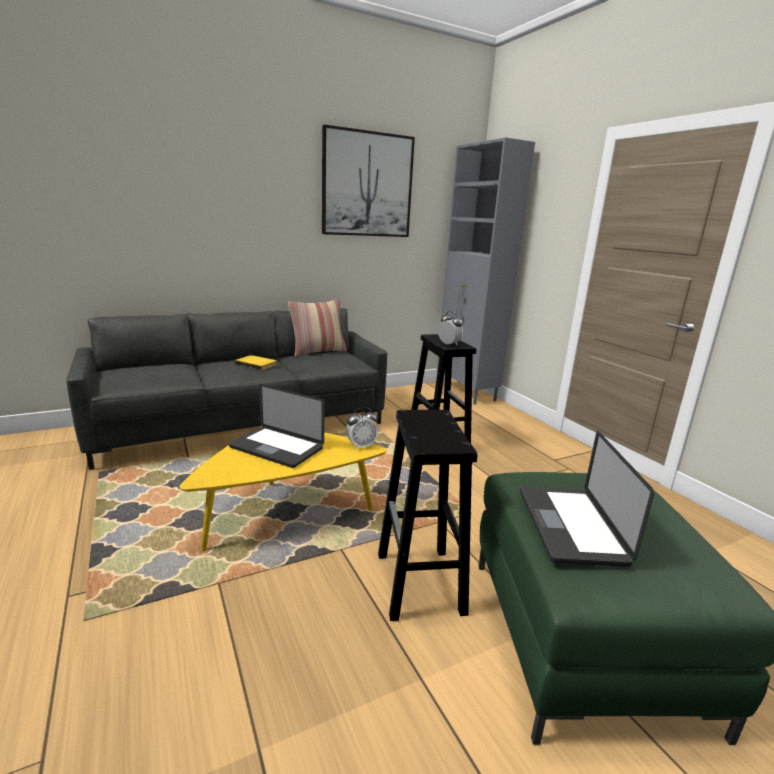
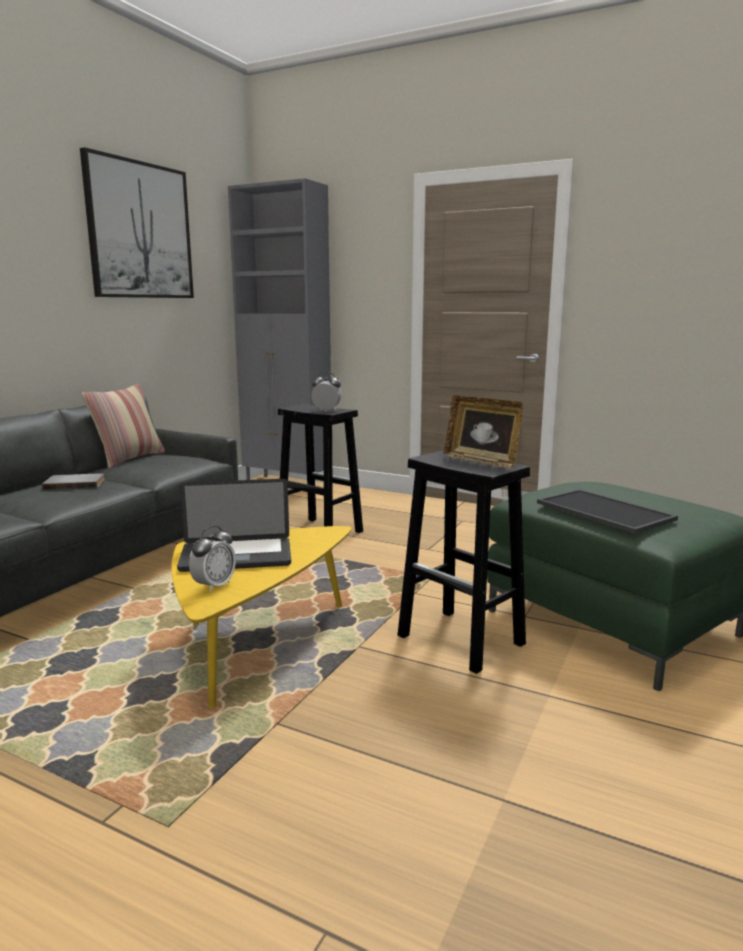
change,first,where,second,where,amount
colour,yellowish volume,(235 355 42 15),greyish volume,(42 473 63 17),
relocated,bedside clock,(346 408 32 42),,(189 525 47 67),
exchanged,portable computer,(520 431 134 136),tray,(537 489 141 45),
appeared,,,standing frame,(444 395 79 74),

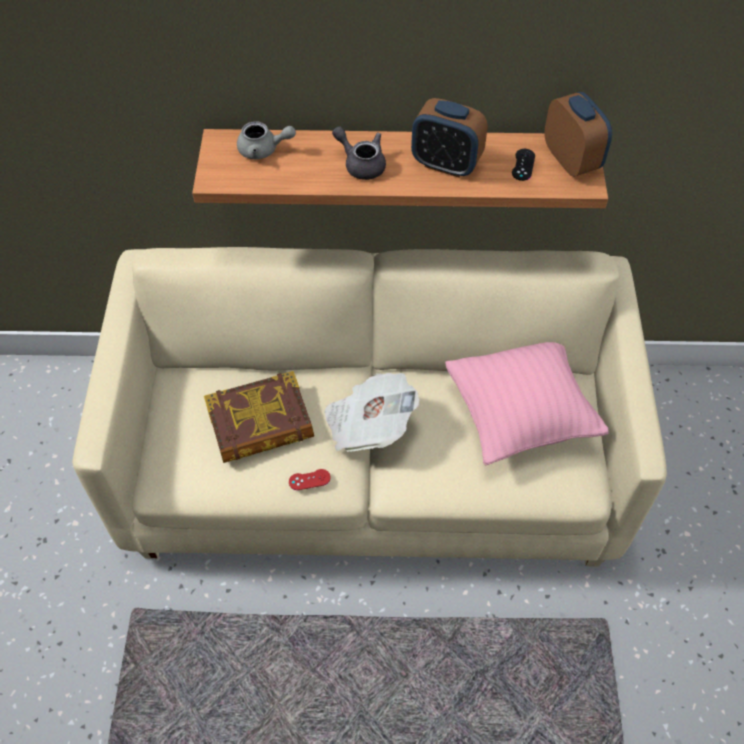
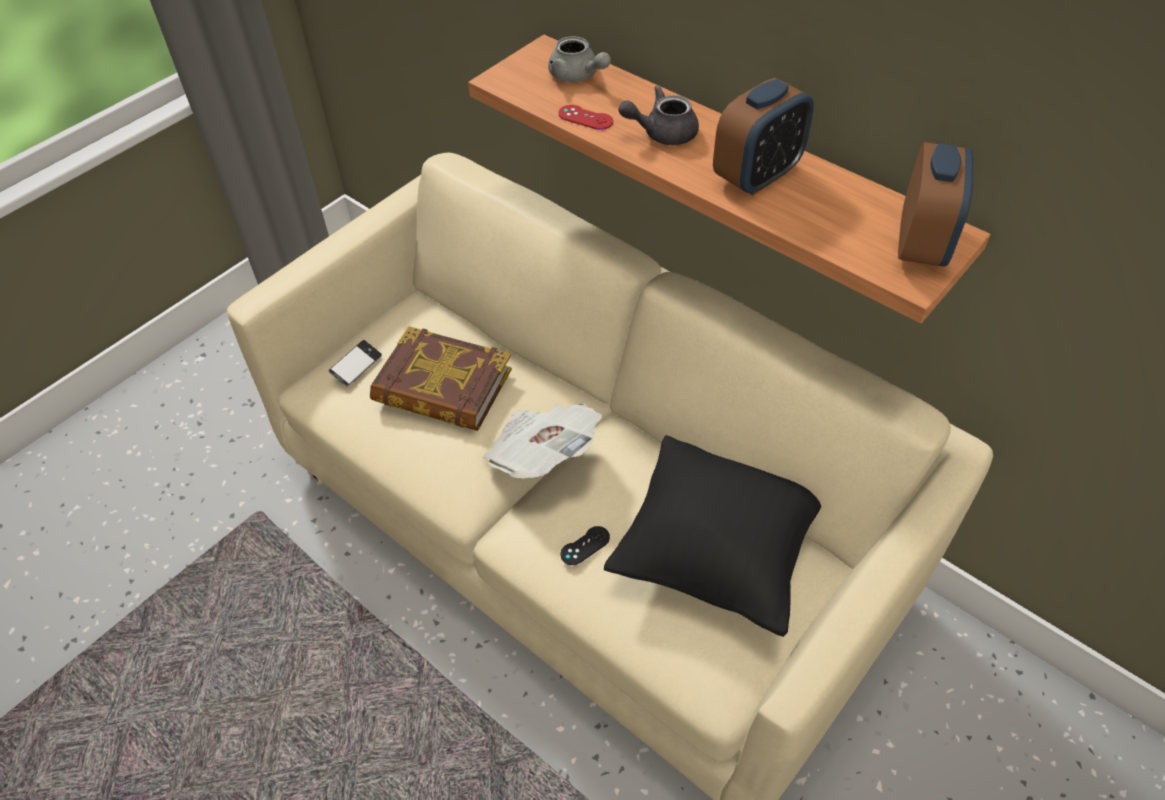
change,first,where,second,where,amount
relocated,red-coloured gamepad,(289 469 42 21),,(558 105 55 25),
spun,greyish pot for tea,(332 126 54 54),,(619 85 80 60),90 degrees counterclockwise
spun,bedside clock,(411 98 77 79),,(713 77 101 119),105 degrees counterclockwise
colour,pink-coloured cushion,(445 342 163 123),blackish cushion,(604 435 217 202),
relocated,blackish gamepad,(512 149 23 32),,(561 526 49 39),
appeared,,,phone,(329 340 53 46),

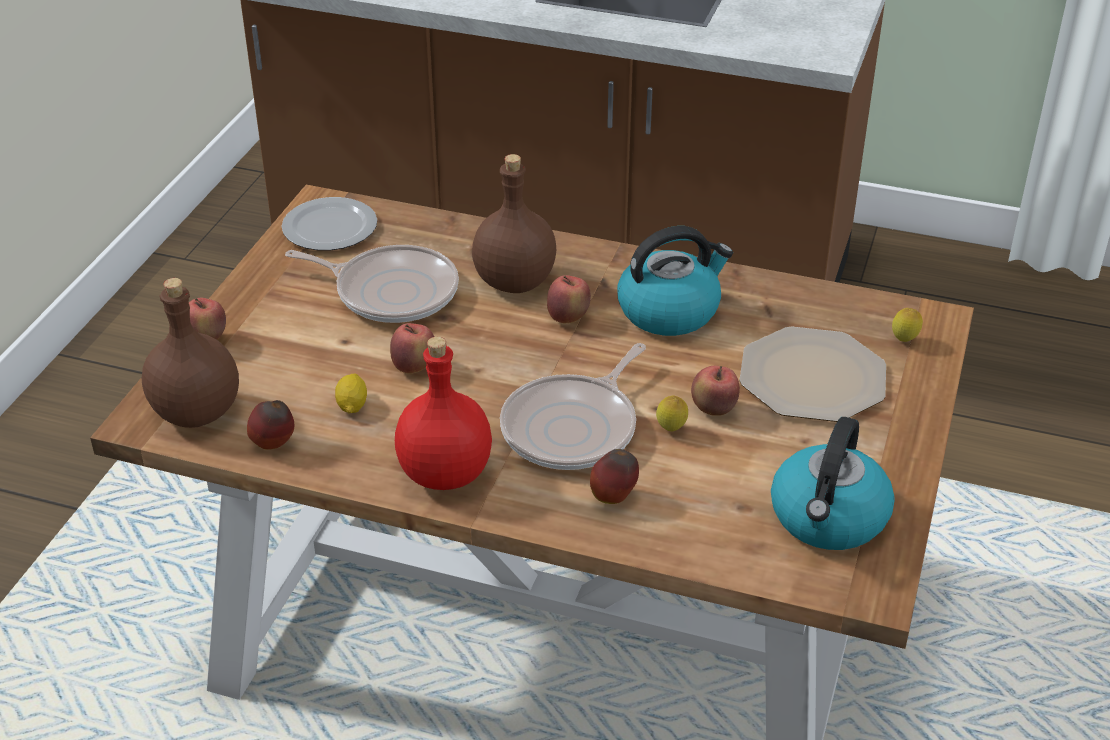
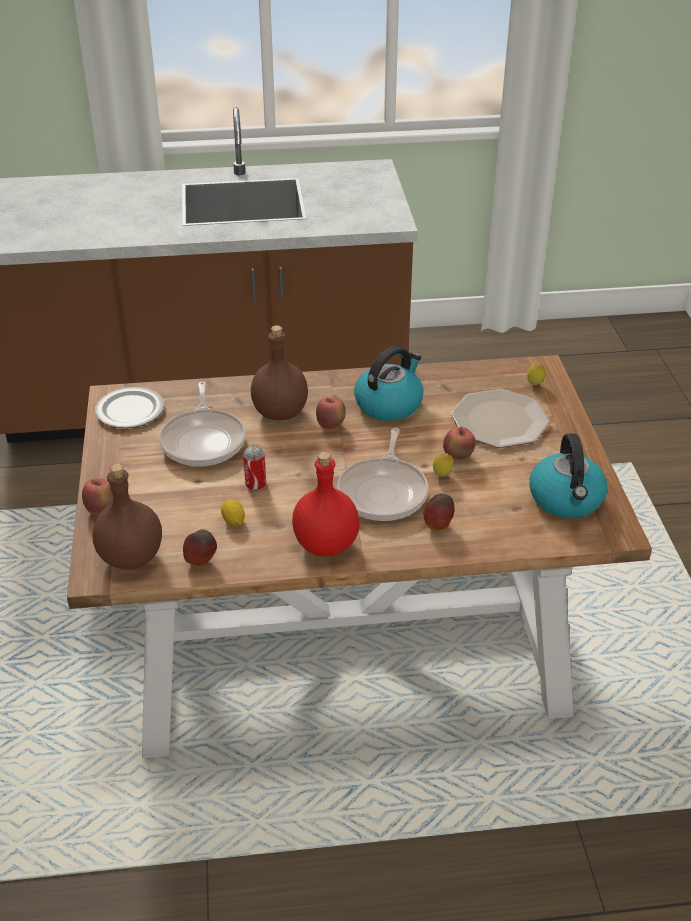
change,first,where,second,where,amount
spun,frying pan,(285 245 174 78),,(159 382 87 84),90 degrees clockwise
exchanged,apple,(390 323 44 50),can,(243 446 23 45),

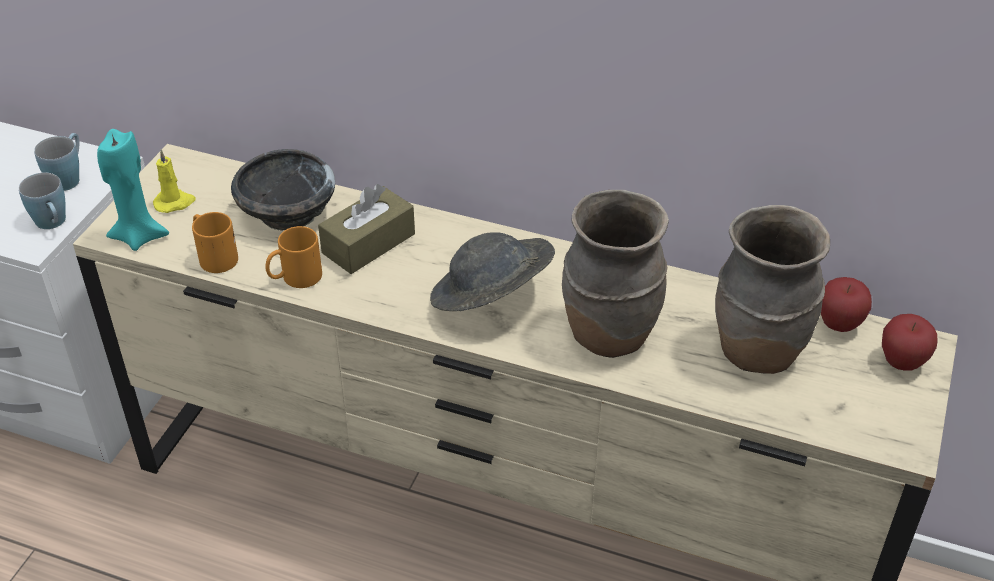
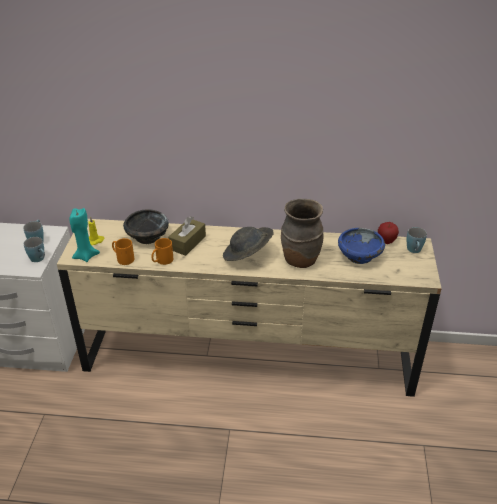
change,first,where,second,where,amount
exchanged,brownish flower vase,(715 205 115 169),blue-coloured deep dish,(338 228 47 36),
exchanged,apple,(882 314 56 57),blue-coloured coffee mug,(406 227 21 26),

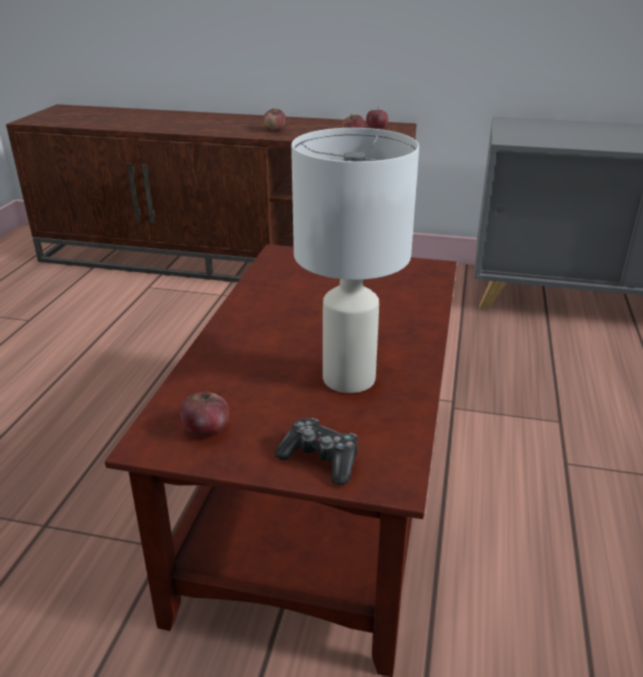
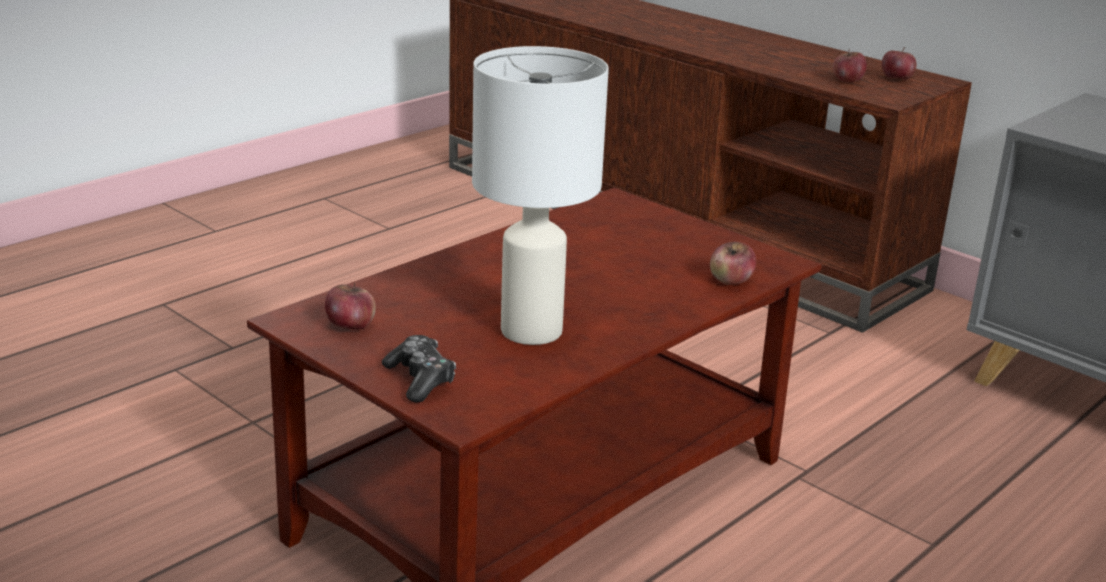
change,first,where,second,where,amount
relocated,apple,(263 108 23 23),,(710 242 46 43),

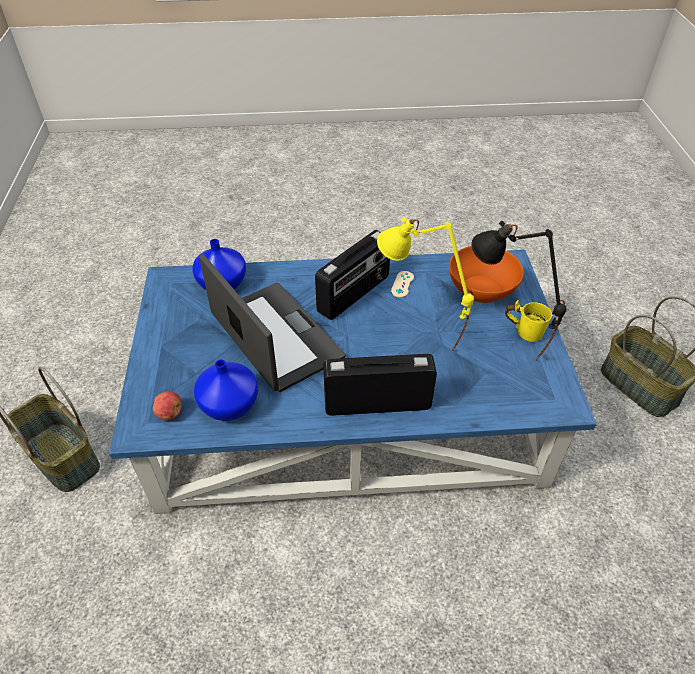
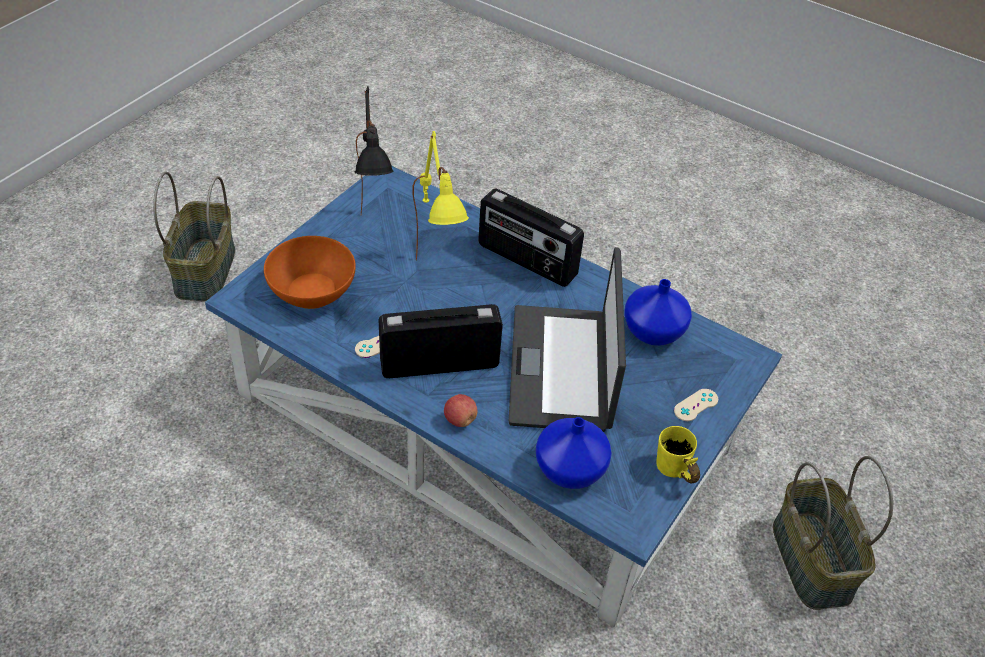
change,first,where,second,where,amount
relocated,apple,(153 392 29 28),,(444 394 33 33),
relocated,yellowish coffee mug,(505 300 47 42),,(656 426 44 57),
appeared,,,beige gamepad,(674 389 44 32),

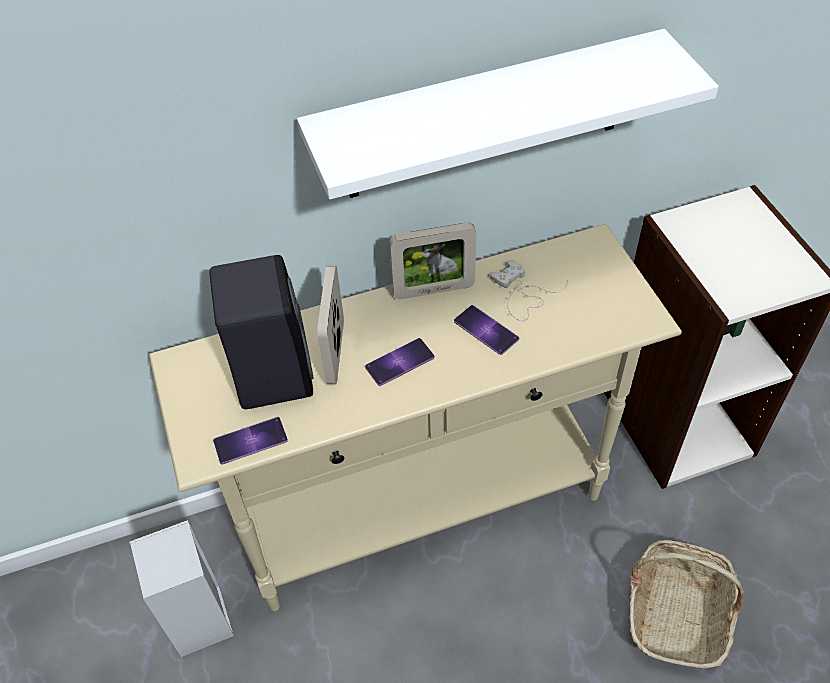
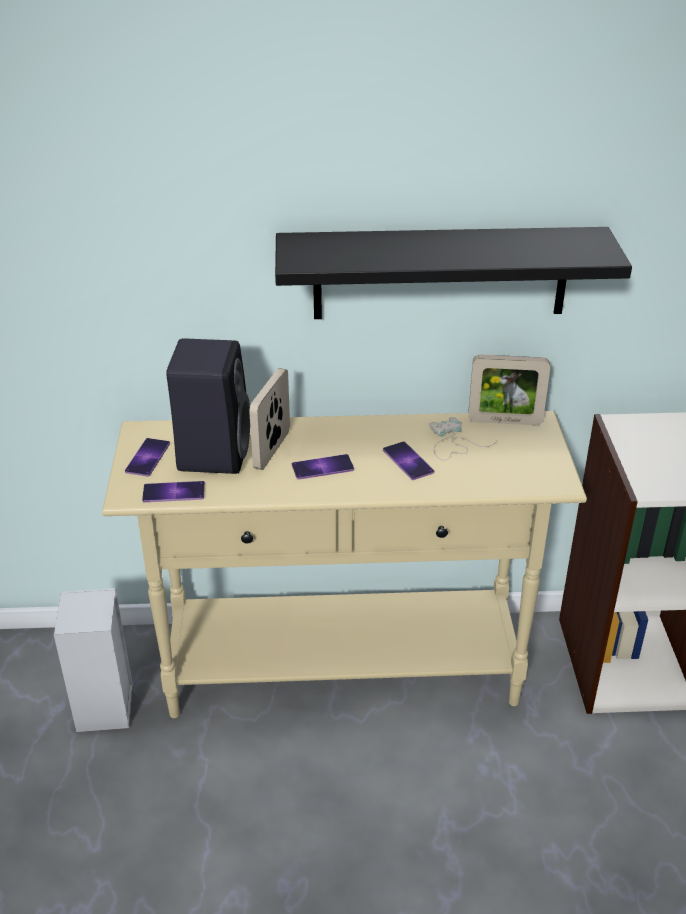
change,first,where,second,where,amount
colour,whitish shelf,(297 29 422 170),blackish shelf,(275 227 357 92),
relocated,standing frame,(389 222 87 77),,(468 354 82 71),
missing,household basket,(630 540 114 129),,,
appeared,,,phone,(125 438 45 38),

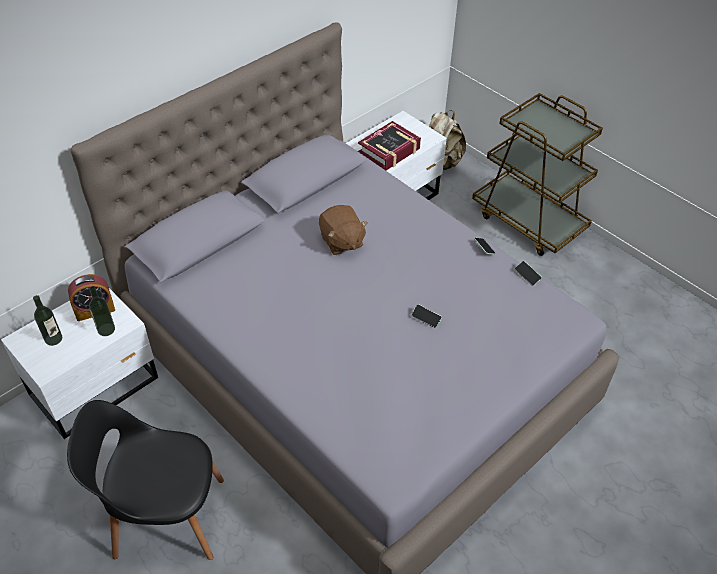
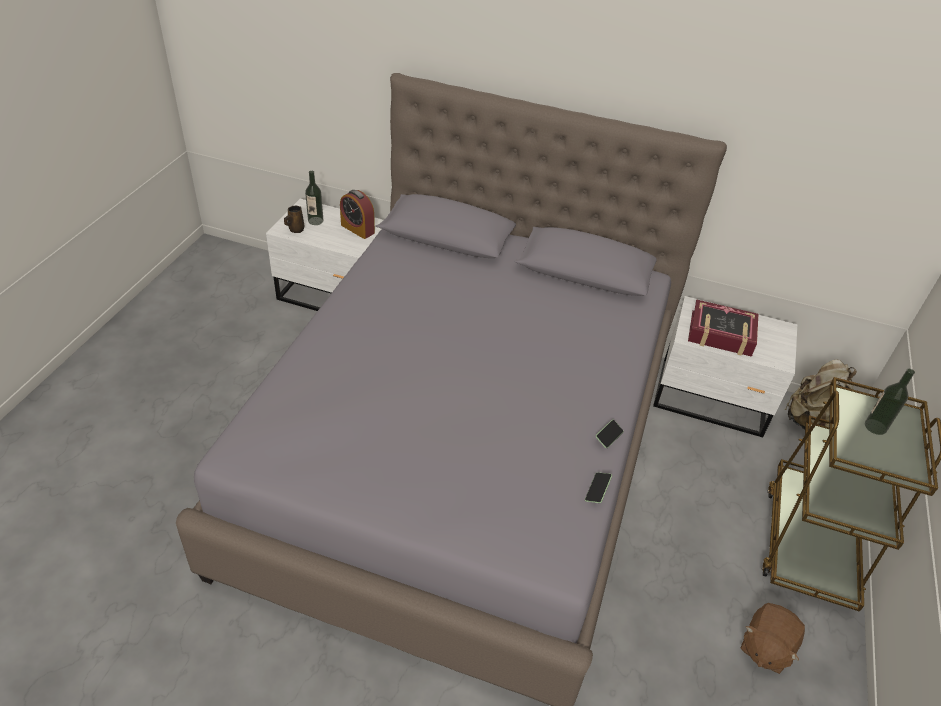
change,first,where,second,where,amount
missing,blackish plain chair,(67 400 157 160),,,
relocated,bottle,(89 286 26 50),,(865 369 50 66),
relocated,brownish soft toy,(319 205 49 50),,(740 603 65 71),
missing,phone,(411 304 31 24),,,
appeared,,,brownish coffee mug,(284 206 20 27),

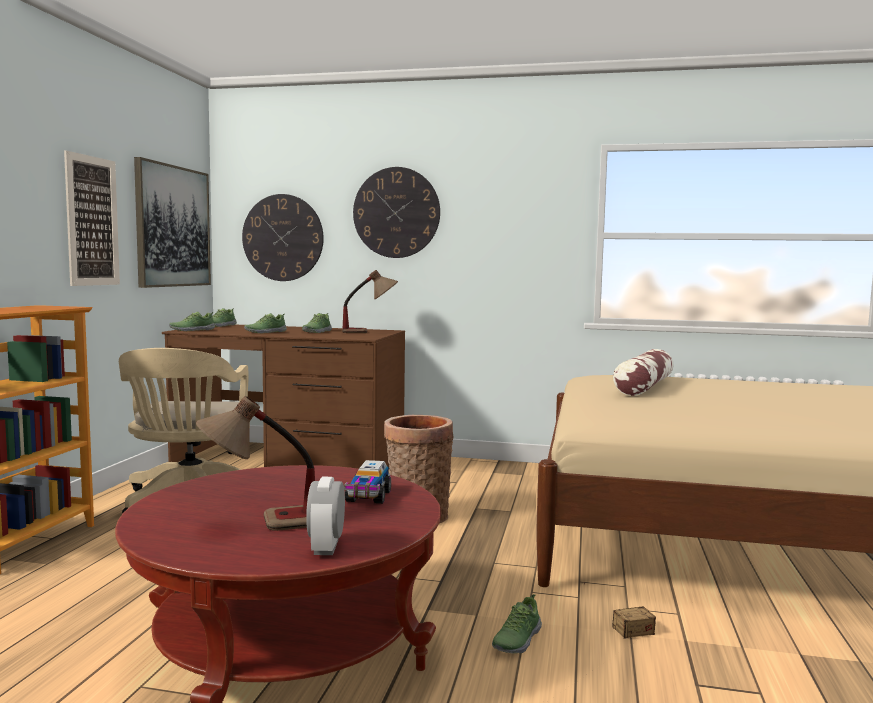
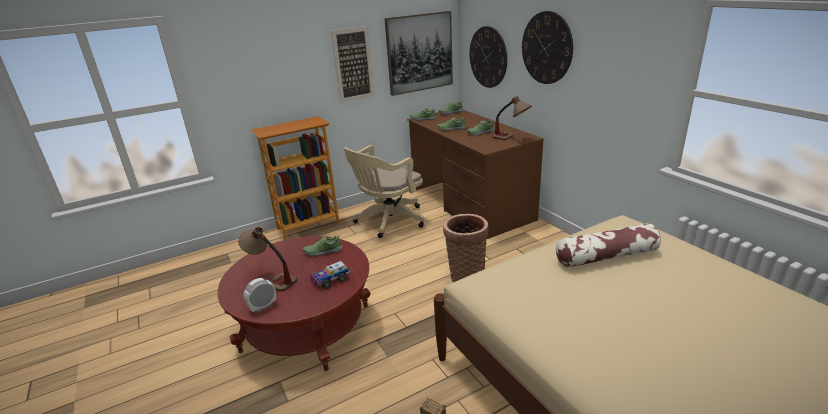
change,first,where,second,where,amount
relocated,shoe,(492 594 50 60),,(303 236 39 21),

